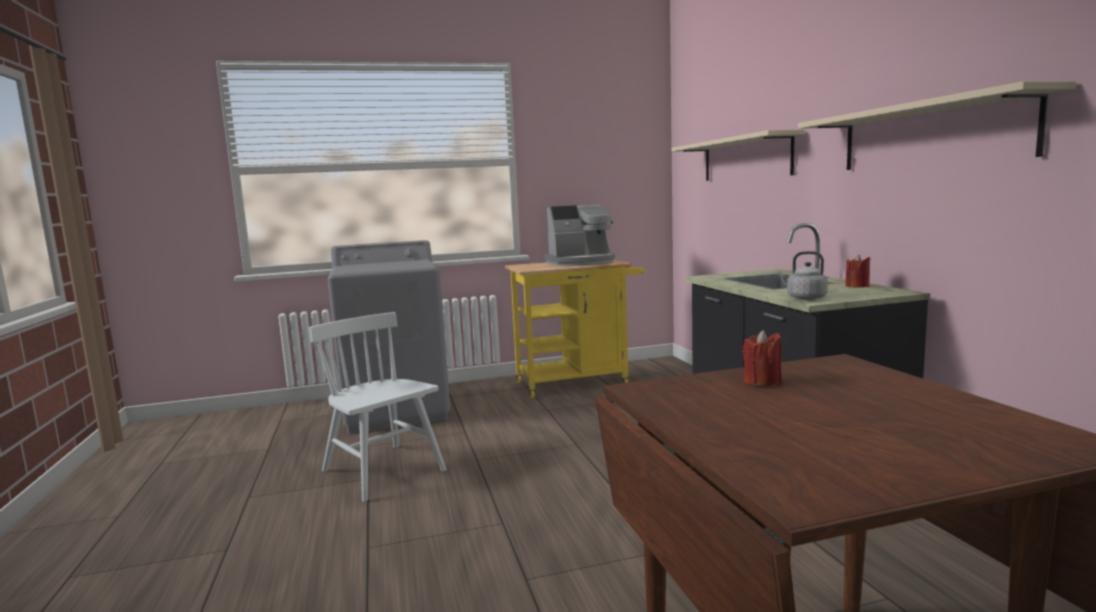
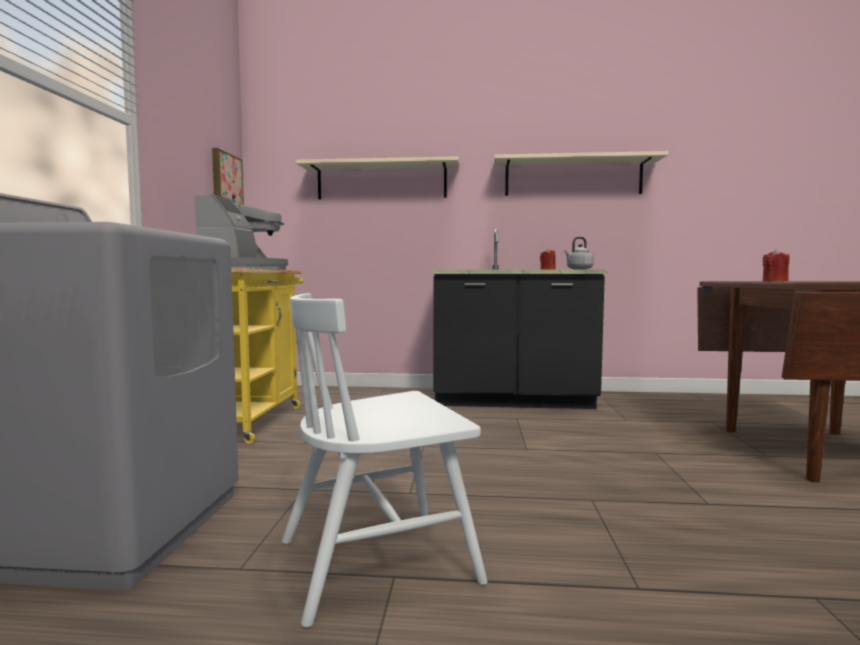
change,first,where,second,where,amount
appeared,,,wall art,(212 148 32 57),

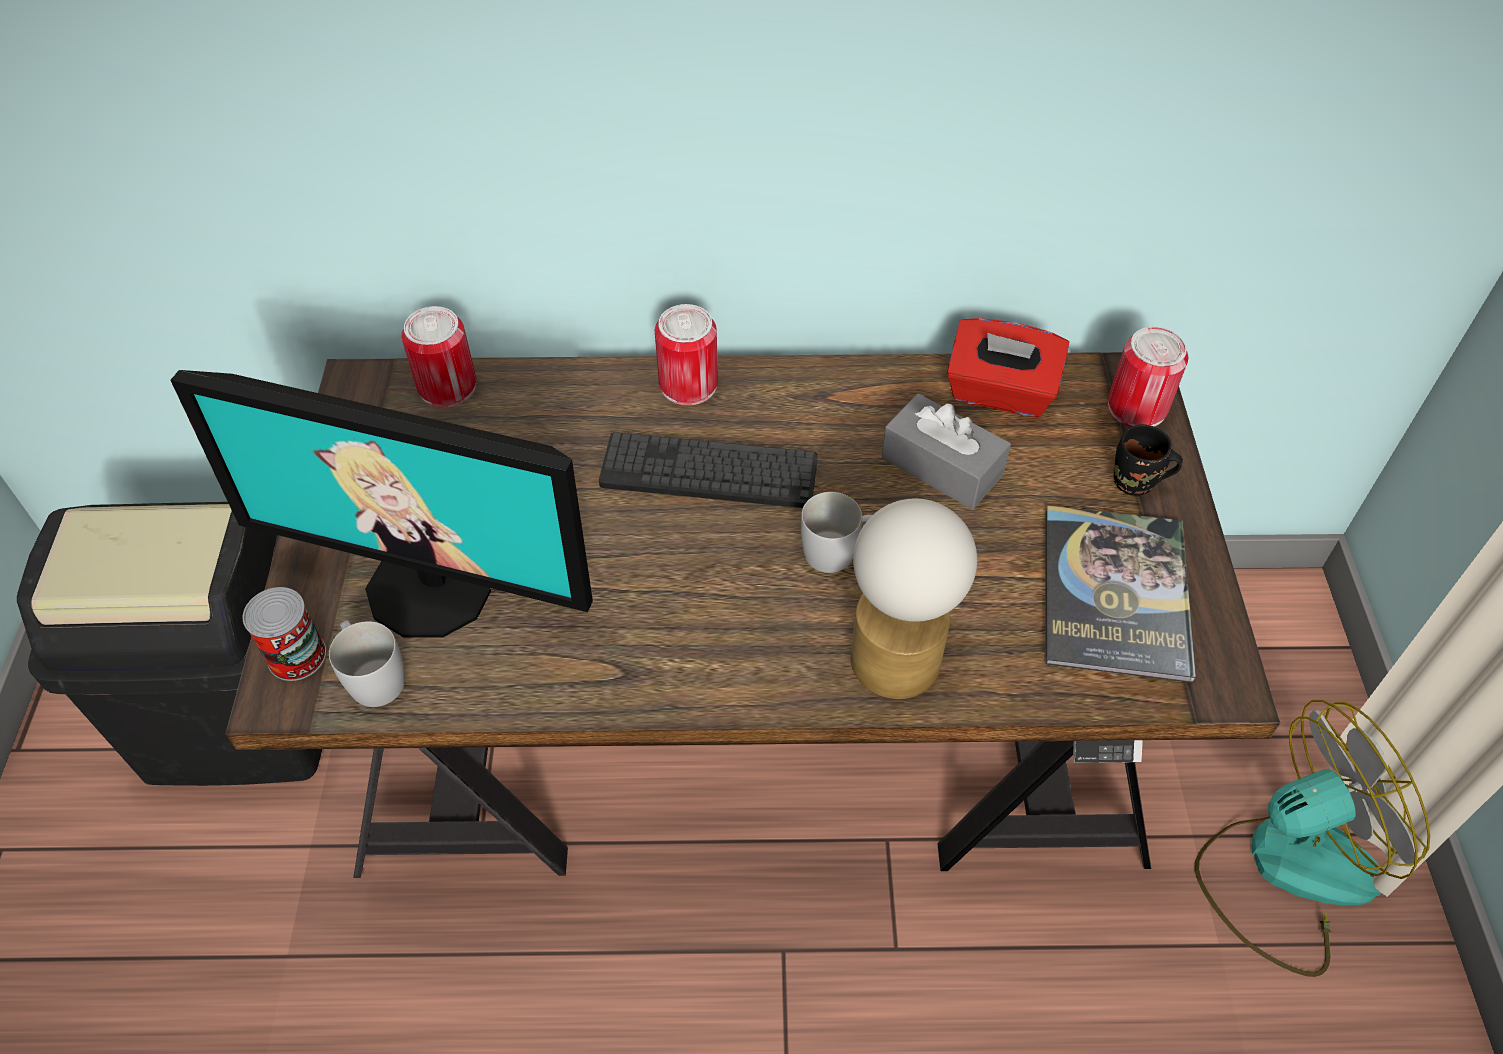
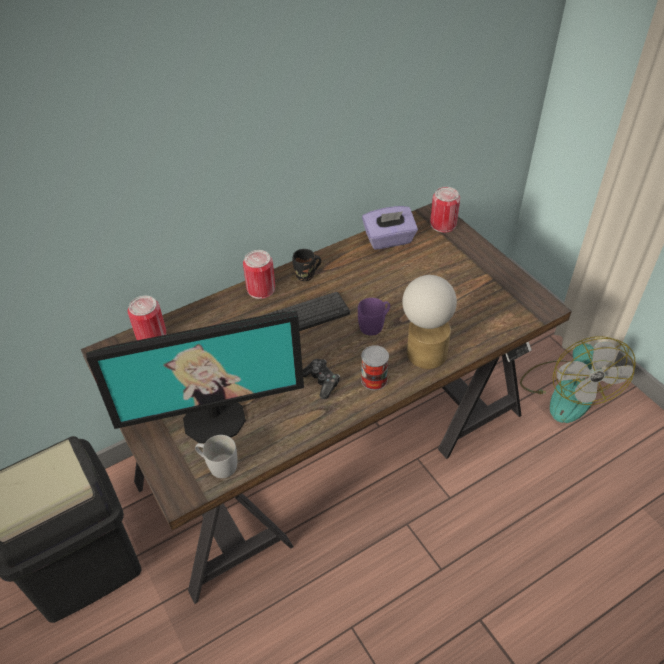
change,first,where,second,where,amount
relocated,can,(243 587 83 94),,(361 345 28 45),
colour,whitish coffee mug,(801 492 71 81),purple coffee mug,(358 298 32 38),
missing,greyish tissue holder,(882 394 129 115),,,
colour,red-coloured tissue holder,(947 318 122 99),purple tissue holder,(362 206 56 44),
missing,volume,(1045 505 151 178),,,
relocated,blackish coffee mug,(1114 424 69 72),,(292 249 29 32),
spun,cooling fan,(1194 700 236 277),,(520 336 115 87),135 degrees clockwise
appeared,,,gamepad,(303 359 37 40),

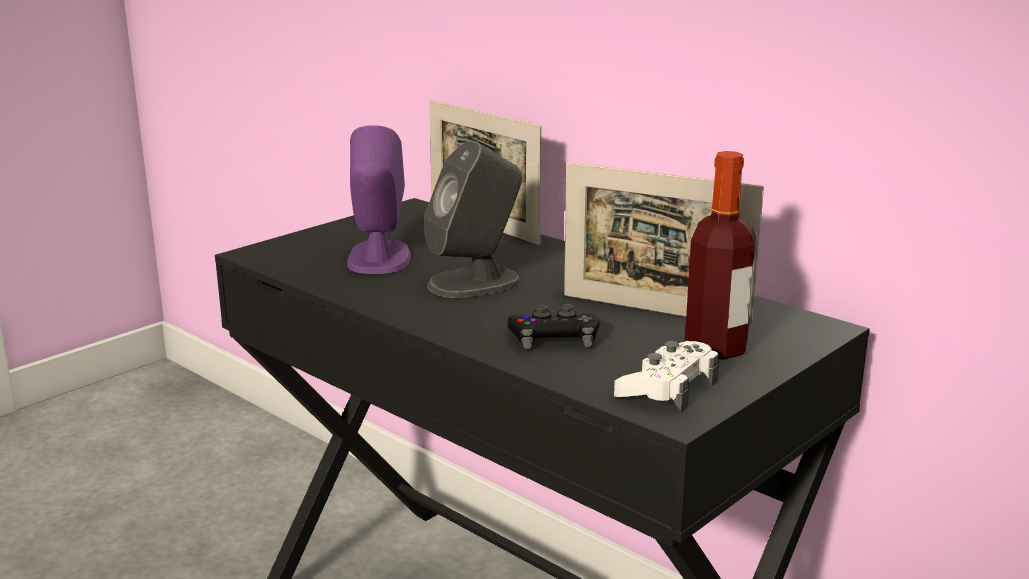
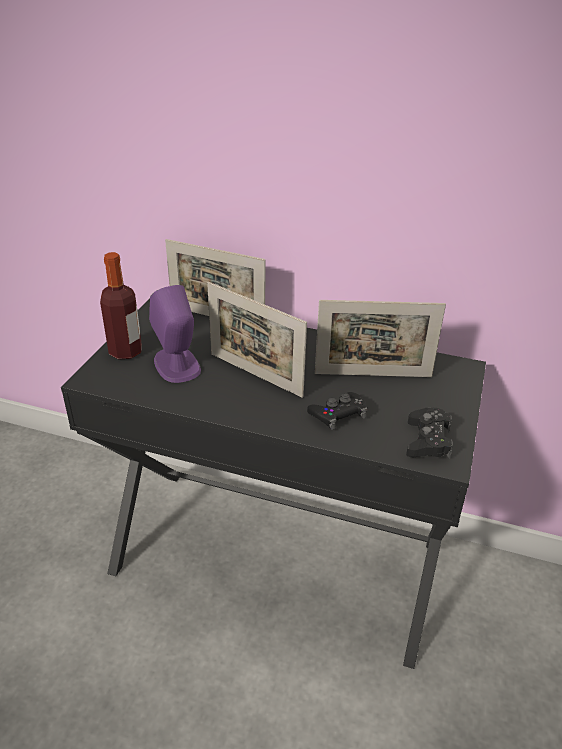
change,first,where,second,where,amount
exchanged,greyish loudspeaker,(424 141 98 157),standing frame,(207 282 100 116),
colour,whitish gamepad,(614 341 105 71),blackish gamepad,(406 408 47 51),
relocated,bottle,(685 151 71 209),,(100 252 42 107),

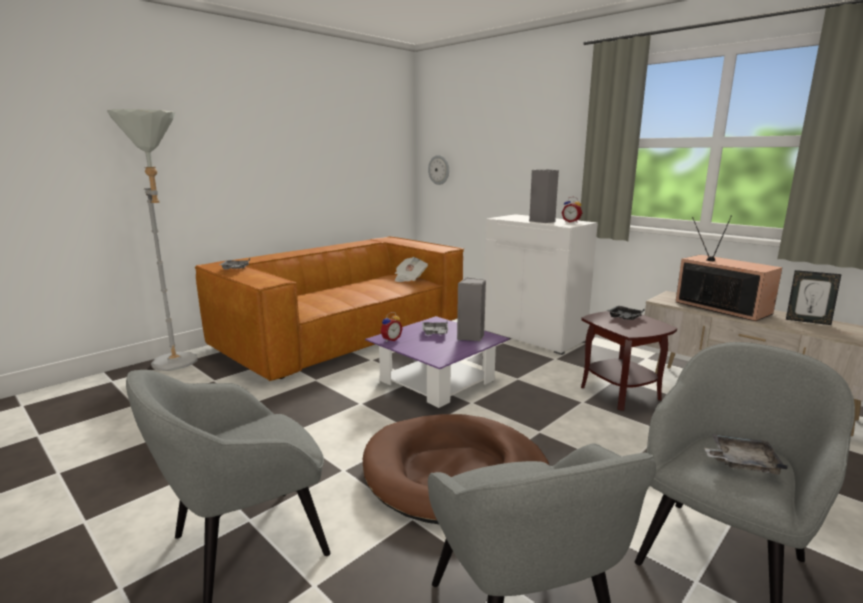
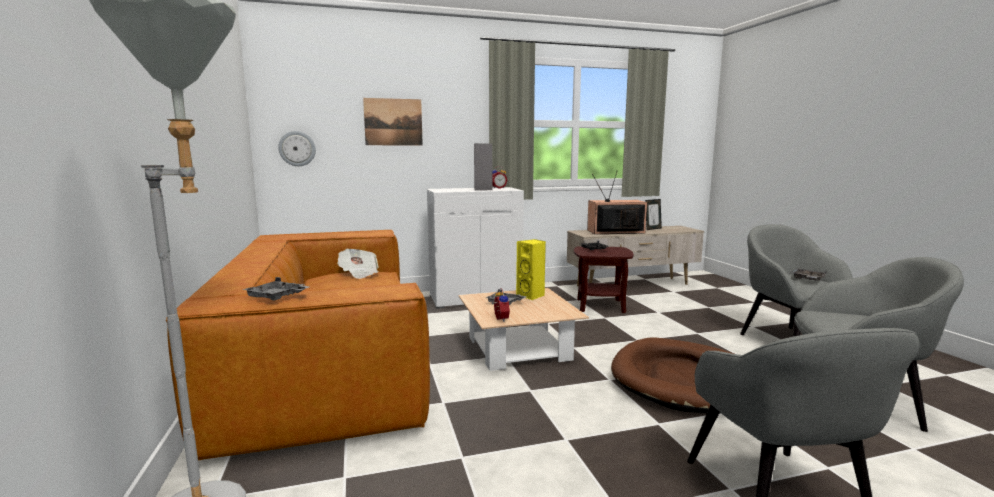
change,first,where,second,where,amount
colour,purple low table,(365 316 145 92),beige low table,(458 288 131 83),
colour,greyish loudspeaker,(457 277 29 64),yellowish loudspeaker,(516 239 30 61),
appeared,,,wall art,(363 98 60 47),

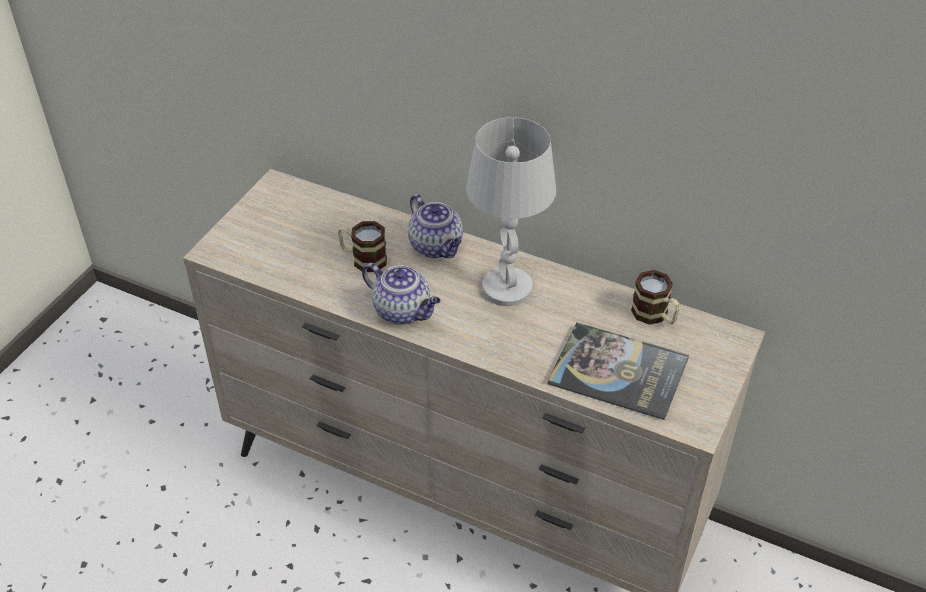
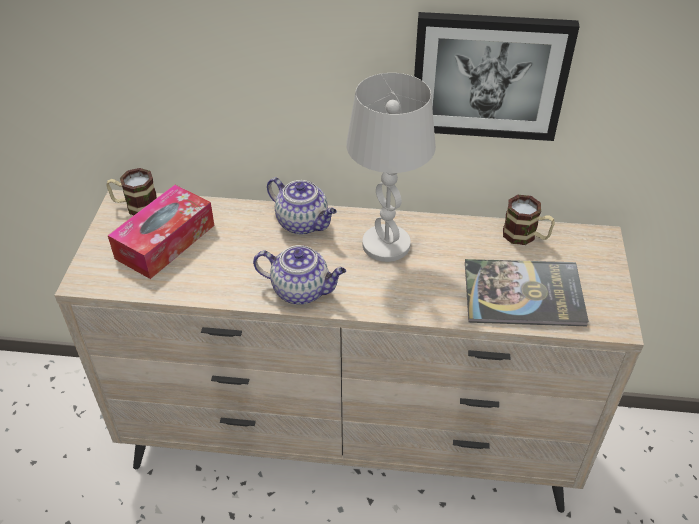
change,first,where,second,where,amount
relocated,coffee mug,(338 221 49 51),,(107 168 50 47),
appeared,,,tissue holder,(108 185 107 94),
appeared,,,wall art,(414 12 166 129),

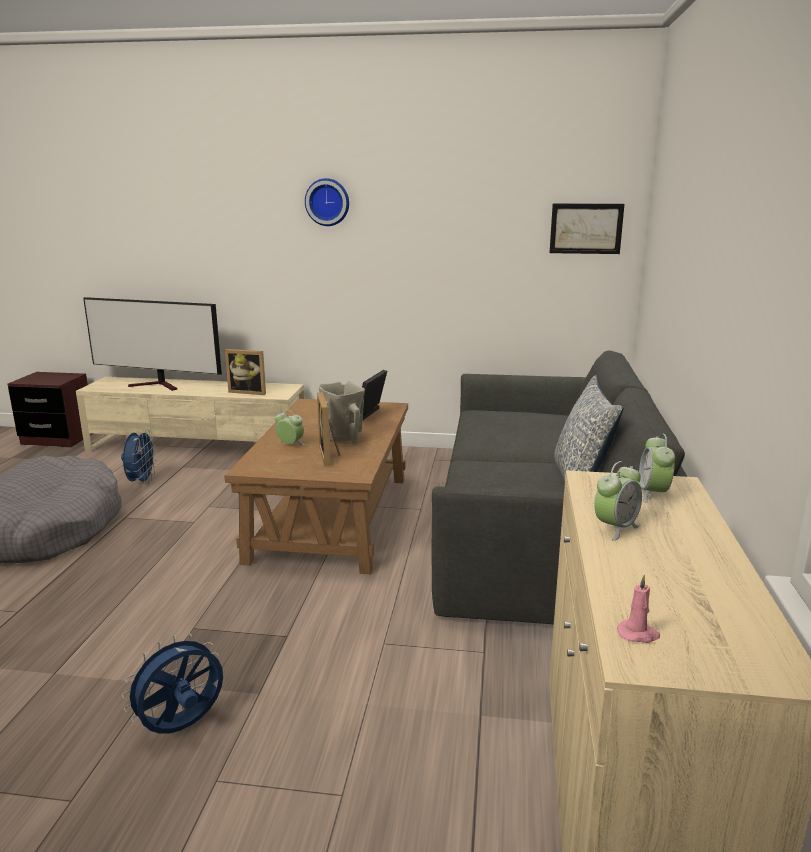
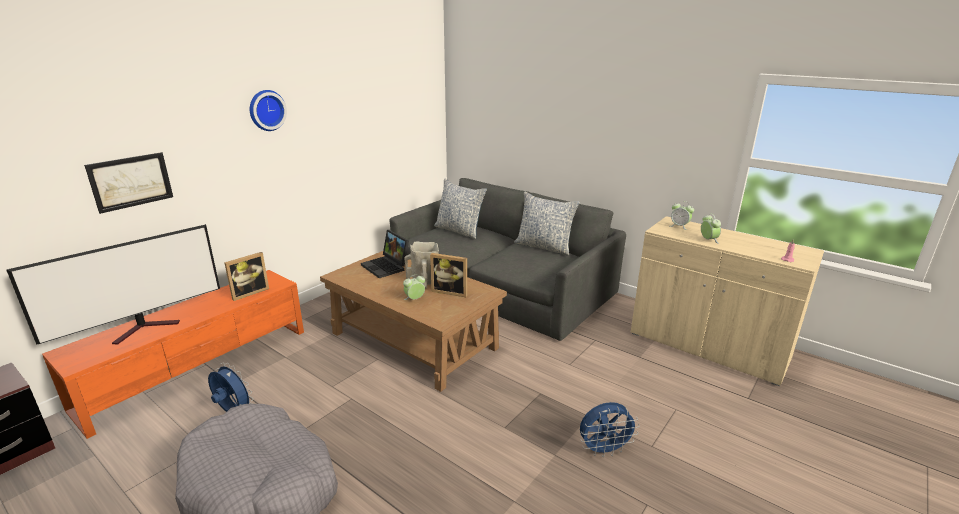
change,first,where,second,where,amount
colour,beige tv stand,(76 377 229 75),orangey tv stand,(42 270 262 169),
spun,blue-coloured cooling fan,(122 633 101 101),,(580 402 60 55),90 degrees counterclockwise
relocated,wall art,(549 203 76 51),,(84 152 89 62),
appeared,,,cushion,(434 179 53 60),

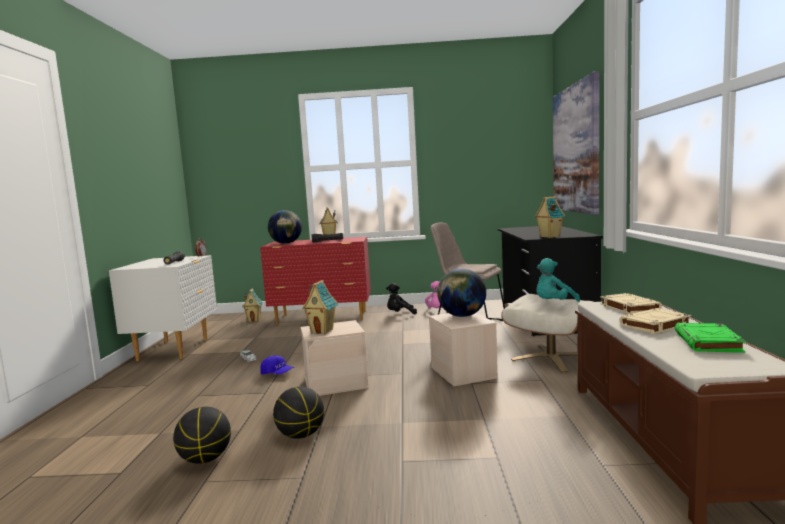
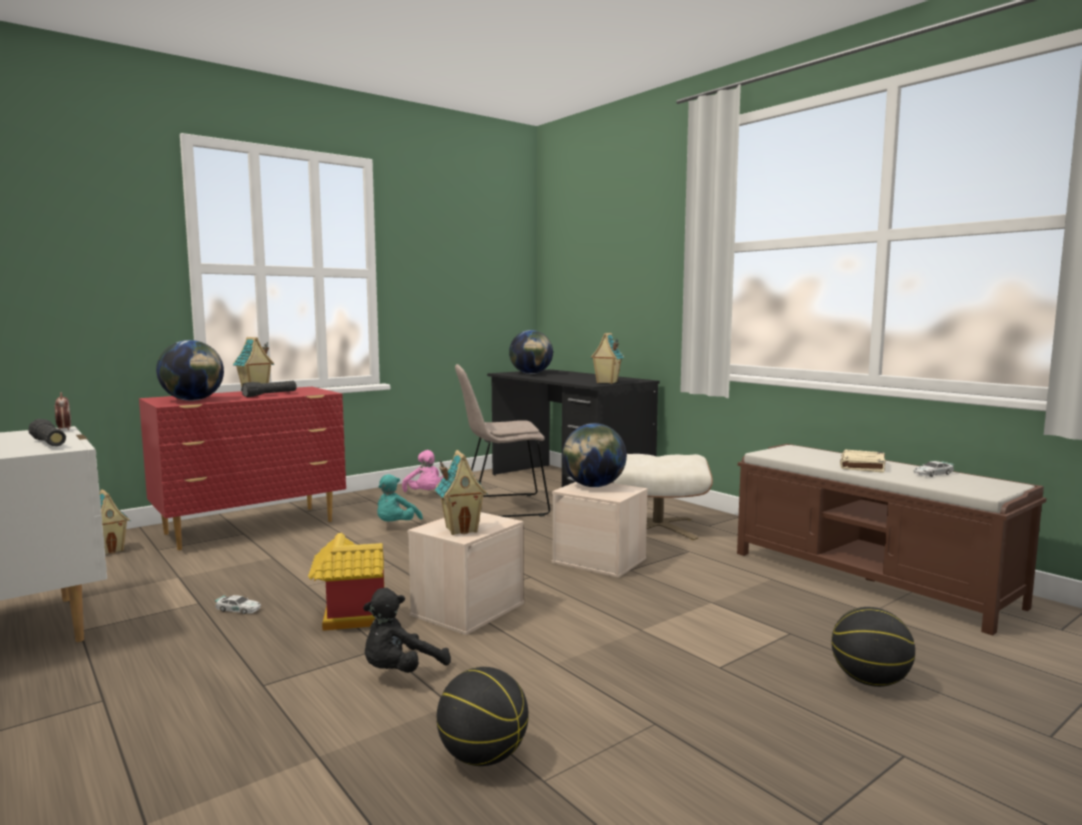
change,first,where,second,where,amount
exchanged,blue-coloured peaked cap,(260 356 34 18),toy house,(308 533 76 98),
relocated,ball for basketball,(273 386 51 53),,(831 607 84 80),
relocated,blackish soft toy,(386 283 31 31),,(363 588 88 85),
relocated,turquoise soft toy,(536 258 44 44),,(377 474 46 47),
missing,wall art,(553 71 47 143),,,
missing,beige volume,(600 293 62 21),,,
exchanged,green volume,(675 323 71 30),model car,(914 461 40 16),
appeared,,,world globe,(509 330 44 44),

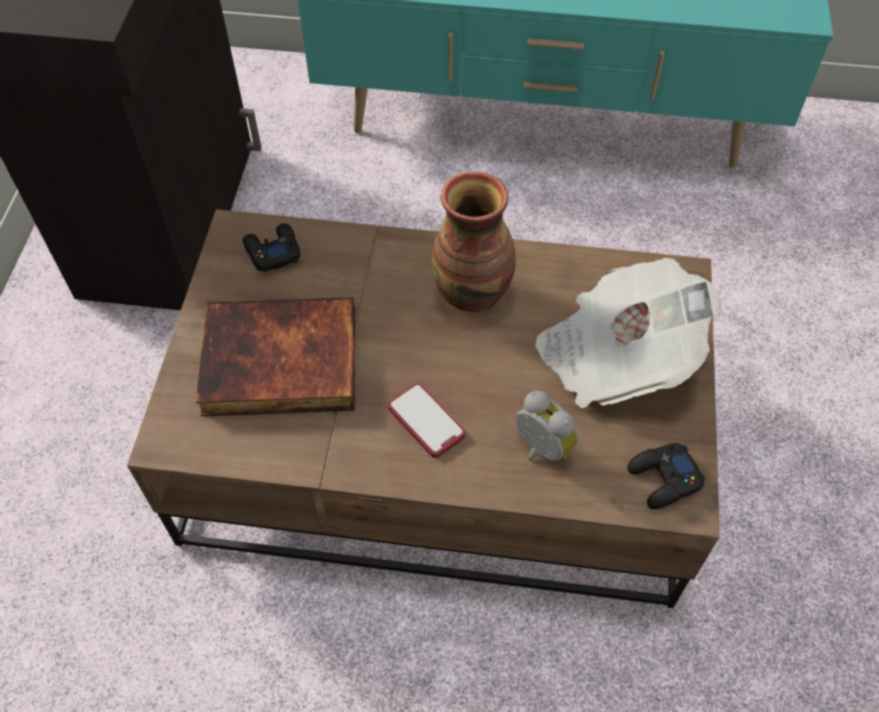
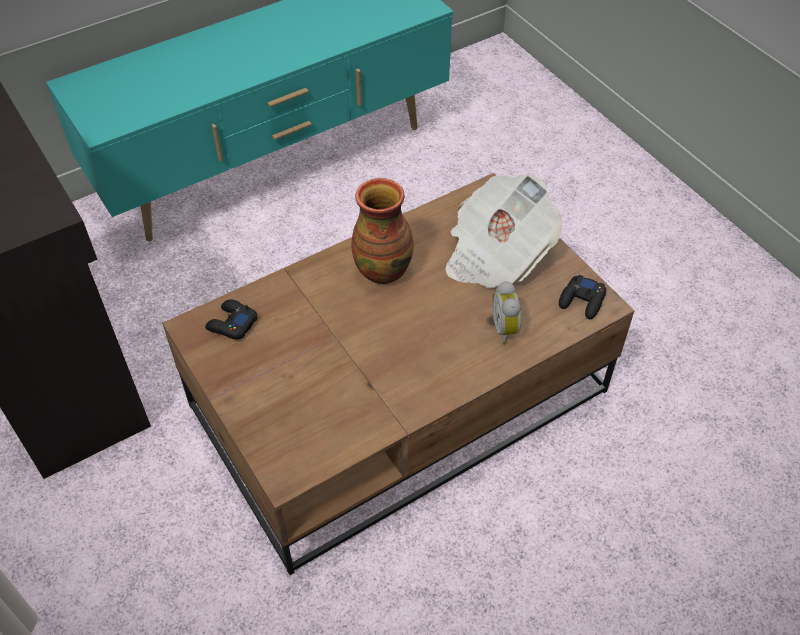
change,first,where,second,where,amount
missing,volume,(196 297 159 119),,,
missing,phone,(388 383 78 75),,,
spun,bedside clock,(515 391 63 70),,(492 281 29 63),105 degrees counterclockwise

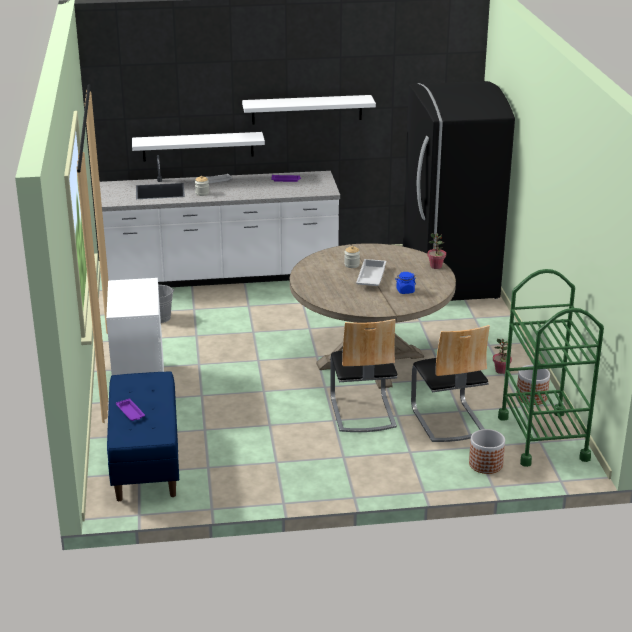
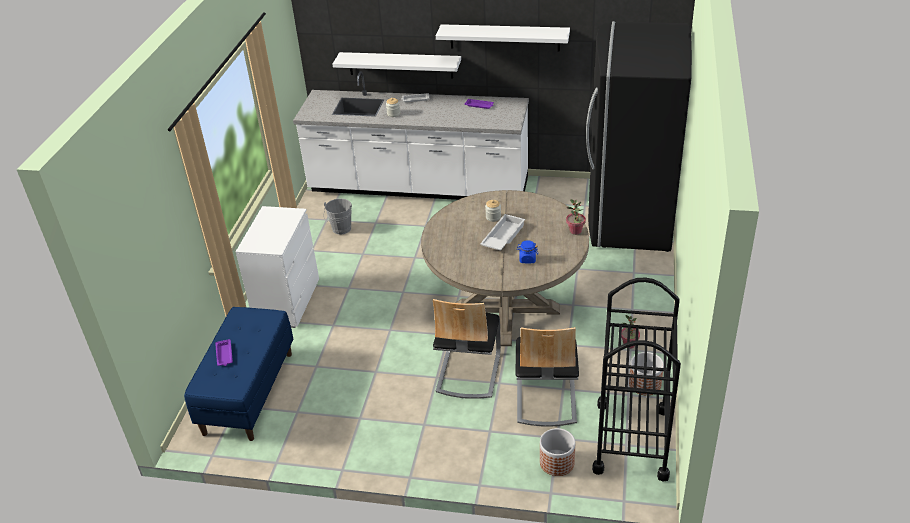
change,first,where,second,where,amount
colour,green cart,(498 269 106 198),blackish cart,(592 278 89 204),

